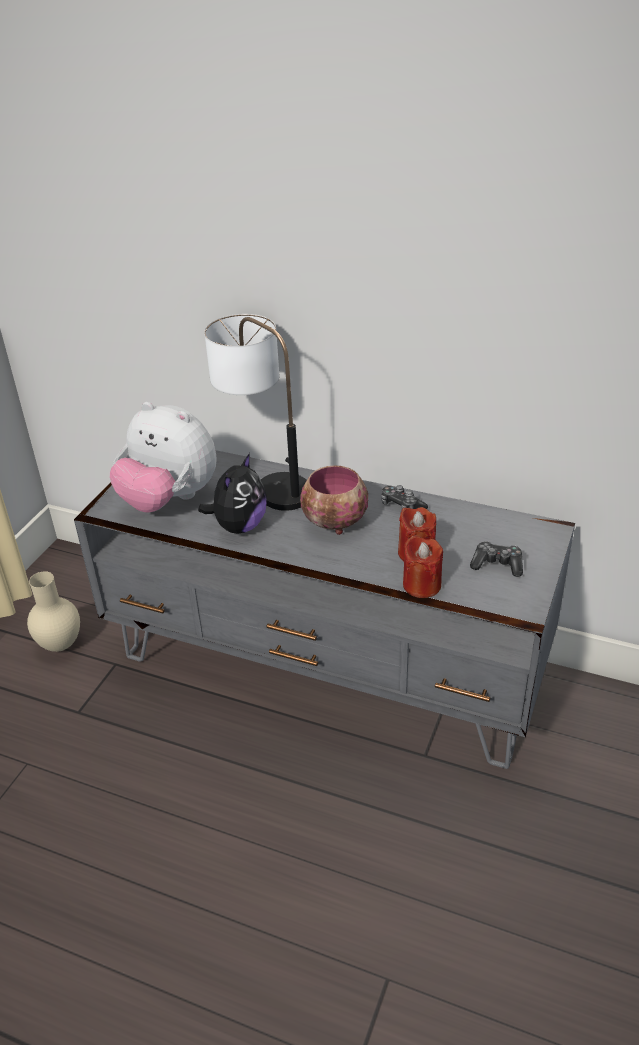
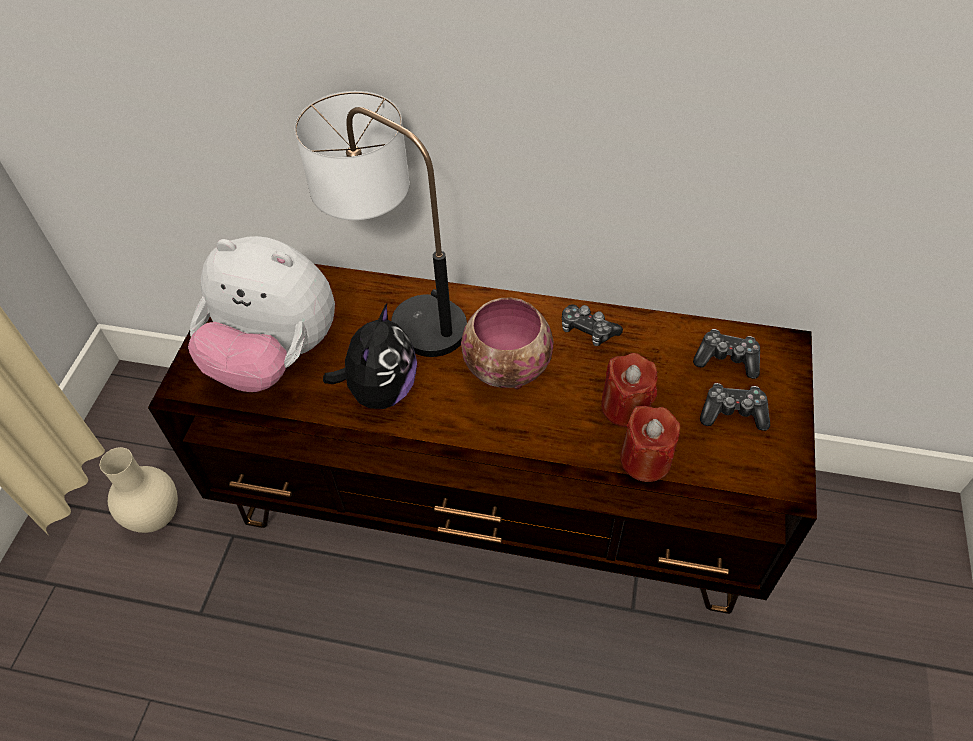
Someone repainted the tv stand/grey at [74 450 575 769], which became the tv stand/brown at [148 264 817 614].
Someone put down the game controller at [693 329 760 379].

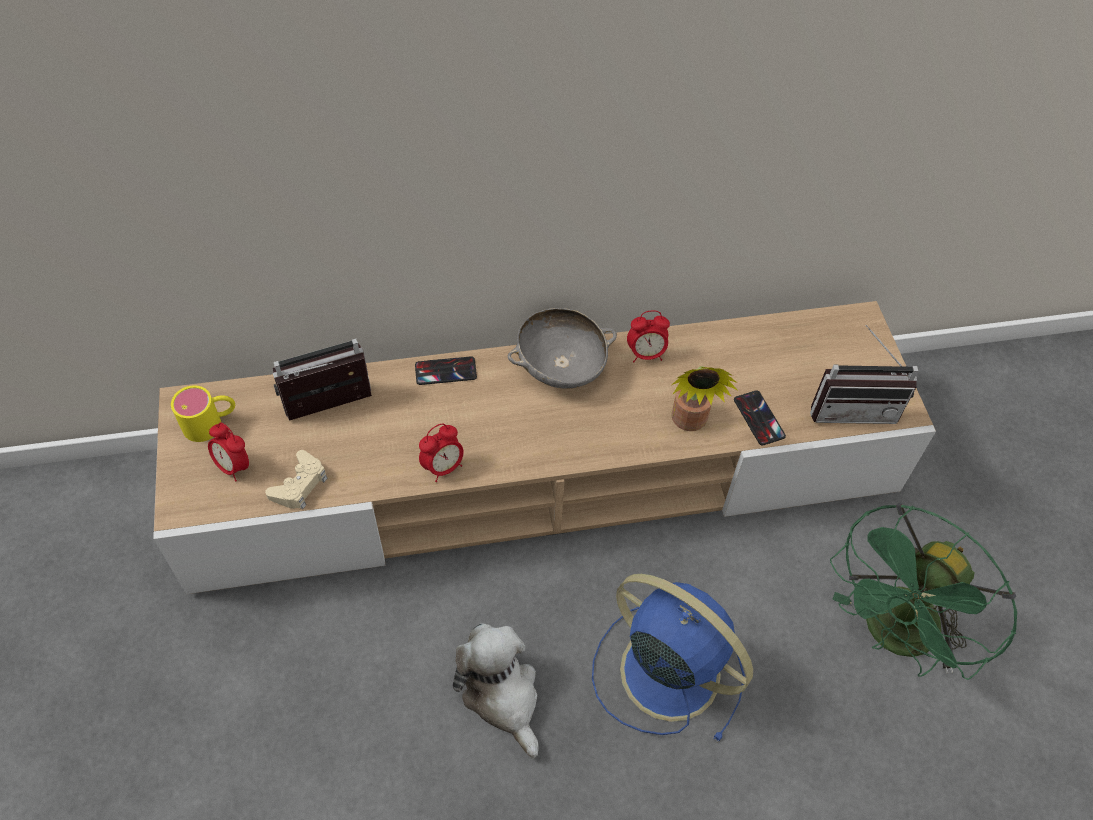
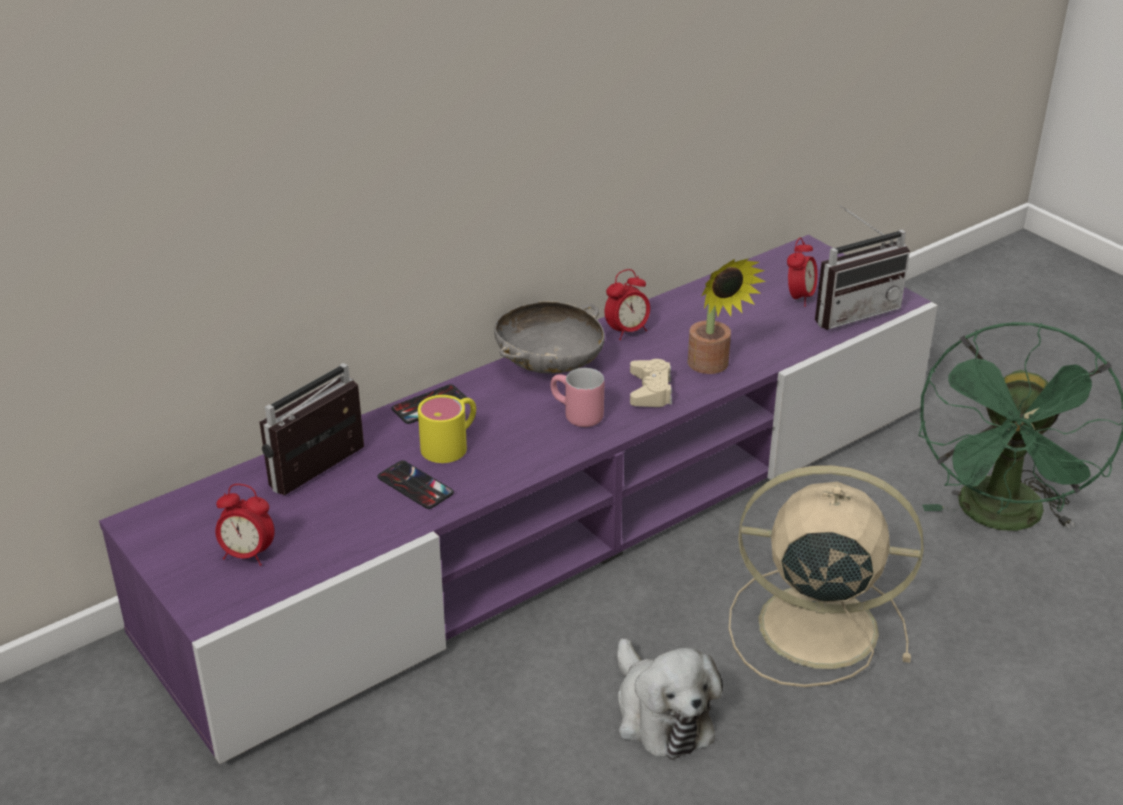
Someone repainted the tv stand/beige at [153 301 936 594], which became the tv stand/purple at [99 235 938 764].
Someone carried the phone from [734 390 786 445] to [377 460 454 509].
Someone carried the mug/yellow from [171 385 235 442] to [418 395 476 463].
Someone put down the mug/pink at [550 368 604 427].
Someone rotated the plush toy at [453 624 539 759] by 150 degrees counterclockwise.
Someone carried the game controller/beige from [265 450 327 509] to [630 359 672 407].
Someone repainted the fan/blue at [592 574 753 743], which became the fan/beige at [729 465 924 687].
Someone carried the alarm clock from [419 424 464 482] to [787 238 818 307].

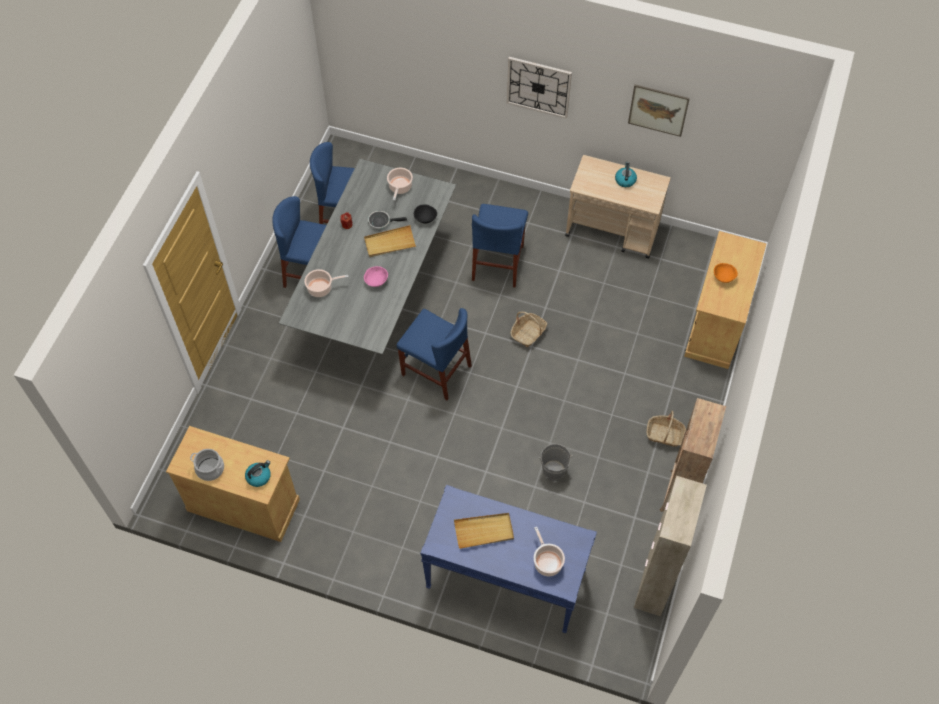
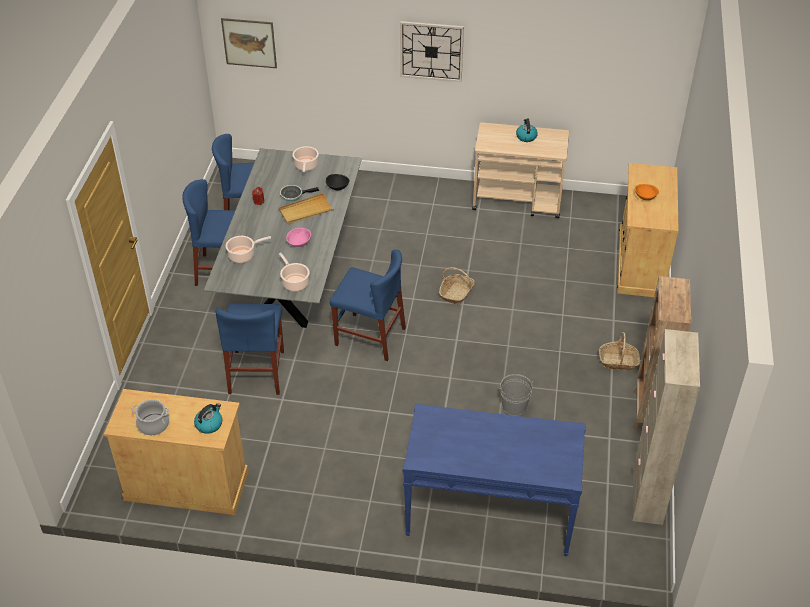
Someone carried the chair/blue from [472 204 528 287] to [216 304 284 395].
Someone carried the picture from [628 84 690 137] to [221 18 277 68].
Someone carried the cooking pot from [534 527 565 576] to [279 253 309 292].
Someone took away the tray/beige at [454 513 514 549].

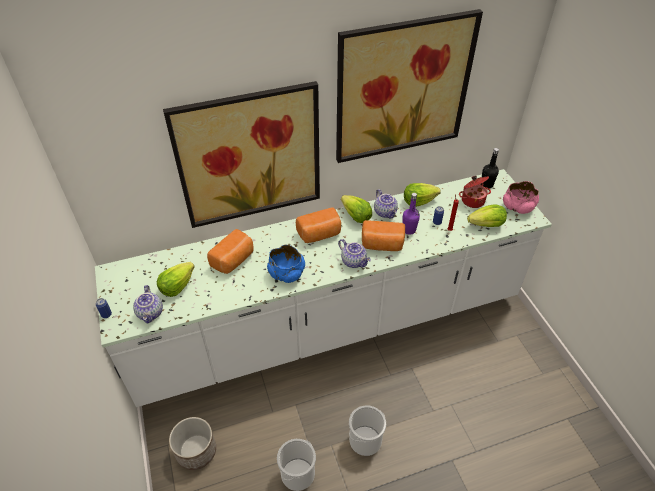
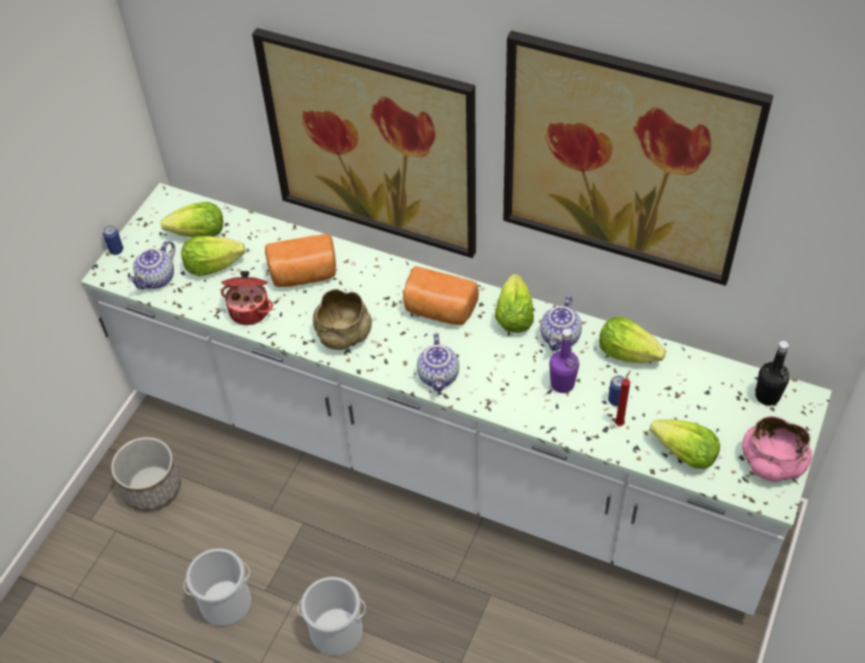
Someone put down the lettuce at [161 202 223 237].
Someone carried the cooking pot from [459 176 491 208] to [221 271 273 325].
Someone repainted the bowl/blue at [267 245 305 283], which became the bowl/beige at [313 289 372 350].
Someone took away the bread at [362 220 405 251].

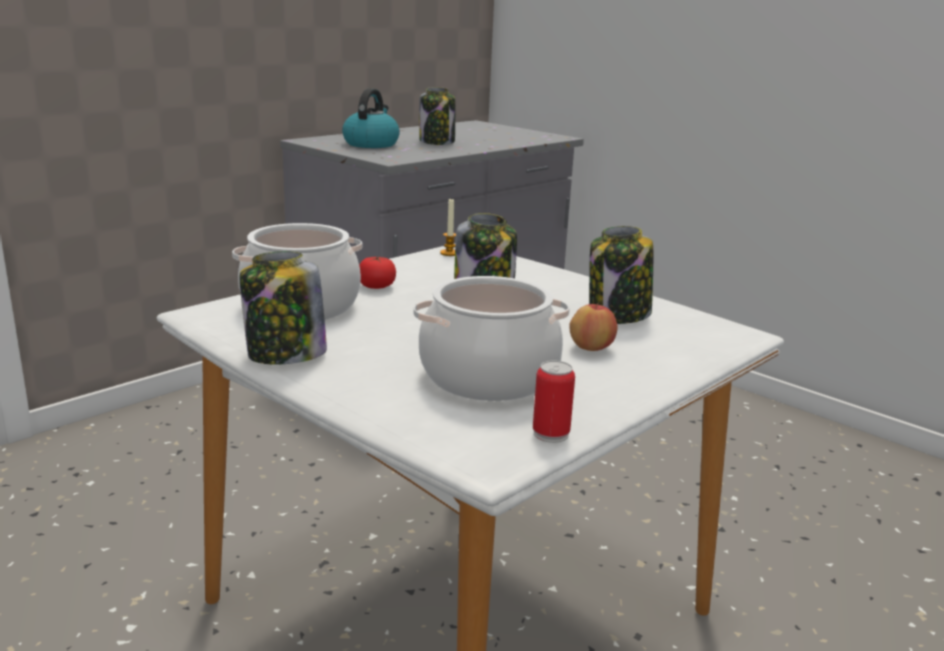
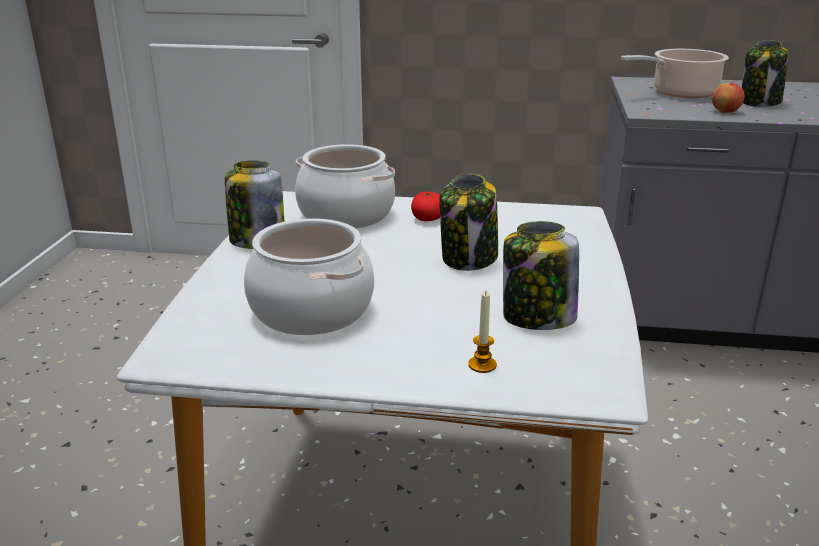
Someone carried the candle from [440 198 456 256] to [468 291 497 373].
Someone swapped the kettle at [342 88 400 148] for the cooking pot at [621 49 729 98].
Someone carried the apple from [569 303 618 351] to [712 82 744 113].
Someone took away the can at [533 361 575 443].

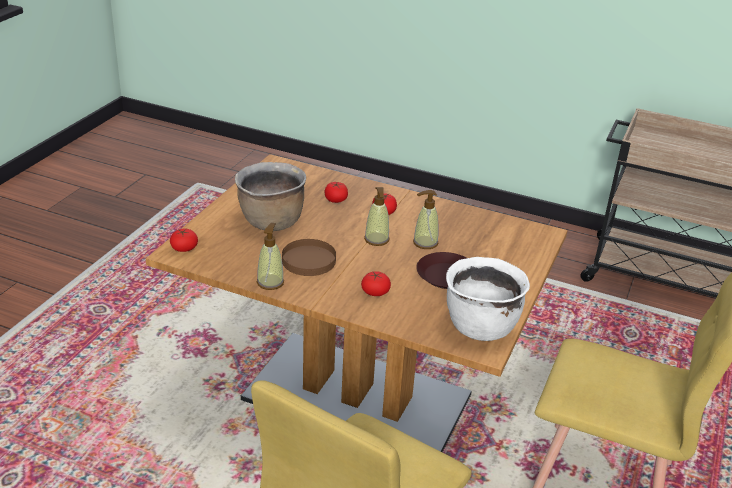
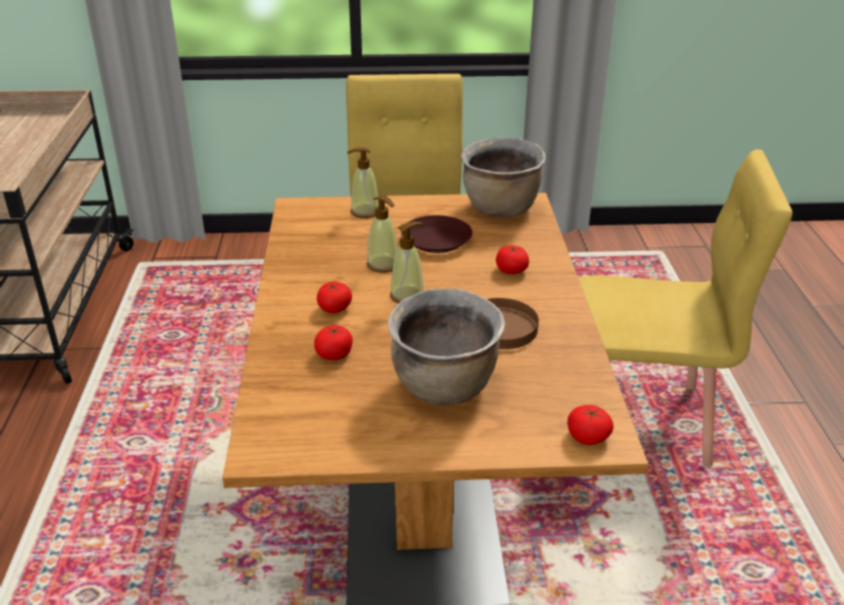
Someone carried the soap dispenser from [257 223 284 290] to [347 147 379 218].
Someone repainted the cooking pot/white at [446 257 530 341], which became the cooking pot/brown at [461 138 546 217].

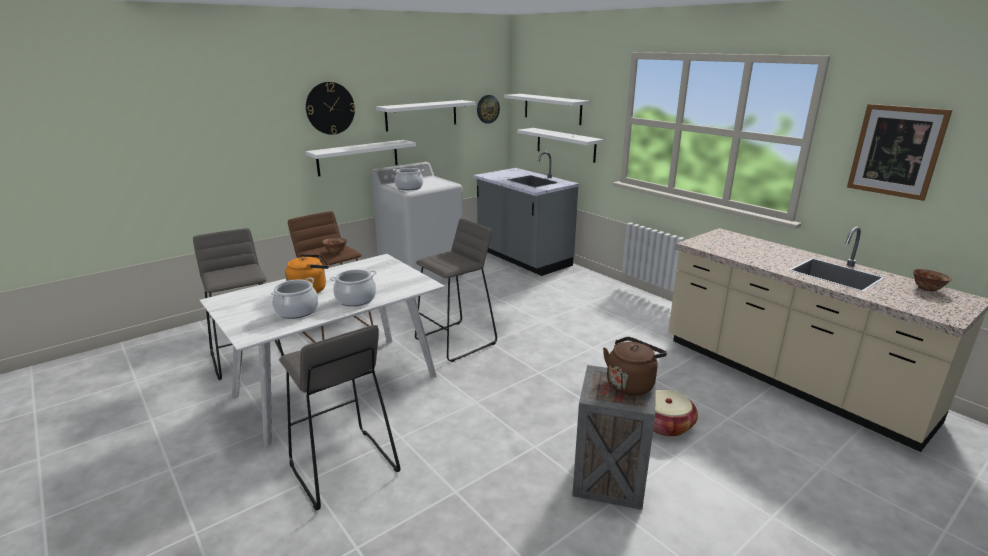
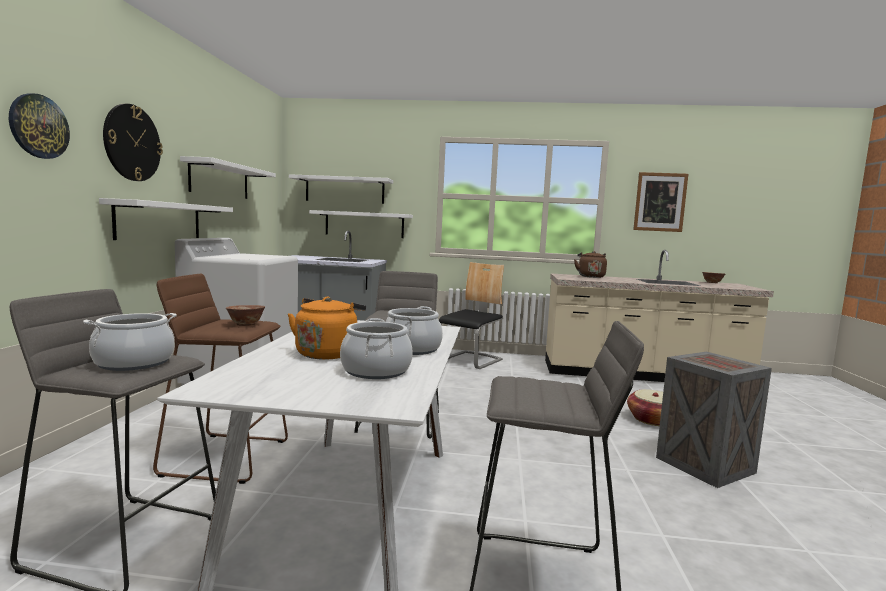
Someone carried the wall clock from [477 95 500 124] to [9 93 70 159].
Someone carried the cooking pot from [393 168 424 190] to [83 313 177 371].
Someone put down the chair at [439 262 504 369].
Someone carried the kettle/brown from [603 337 667 395] to [574 251 607 278].

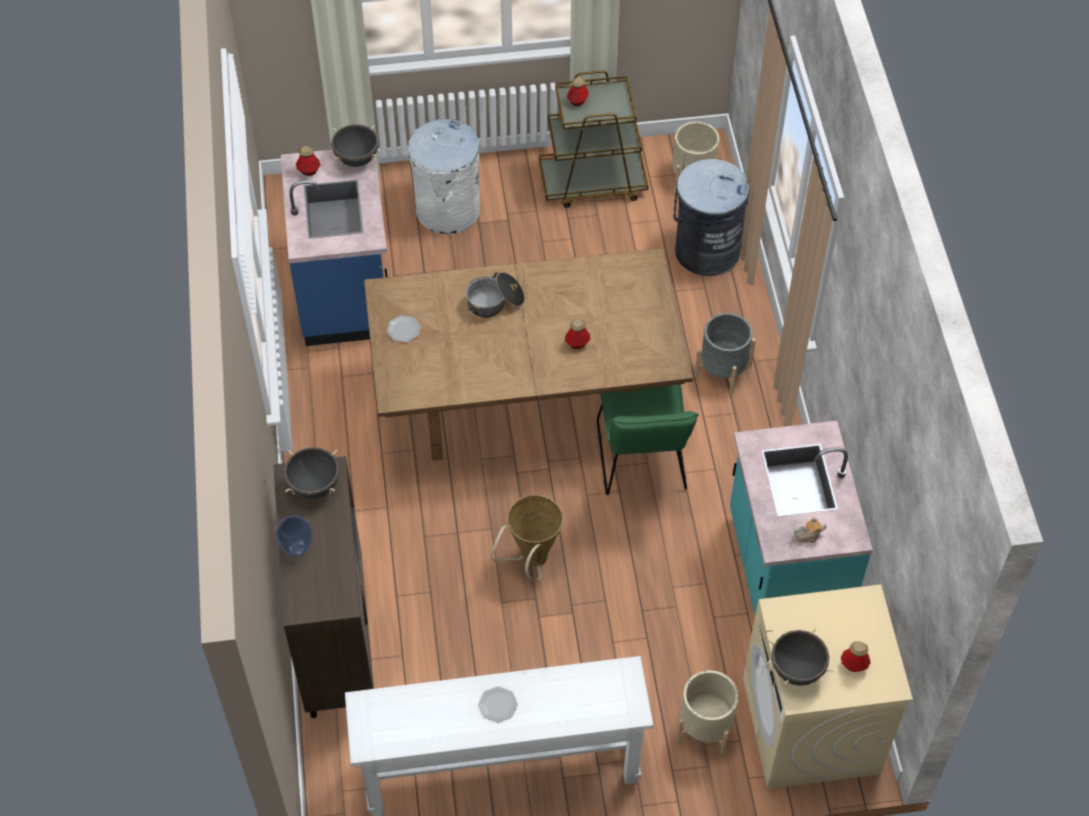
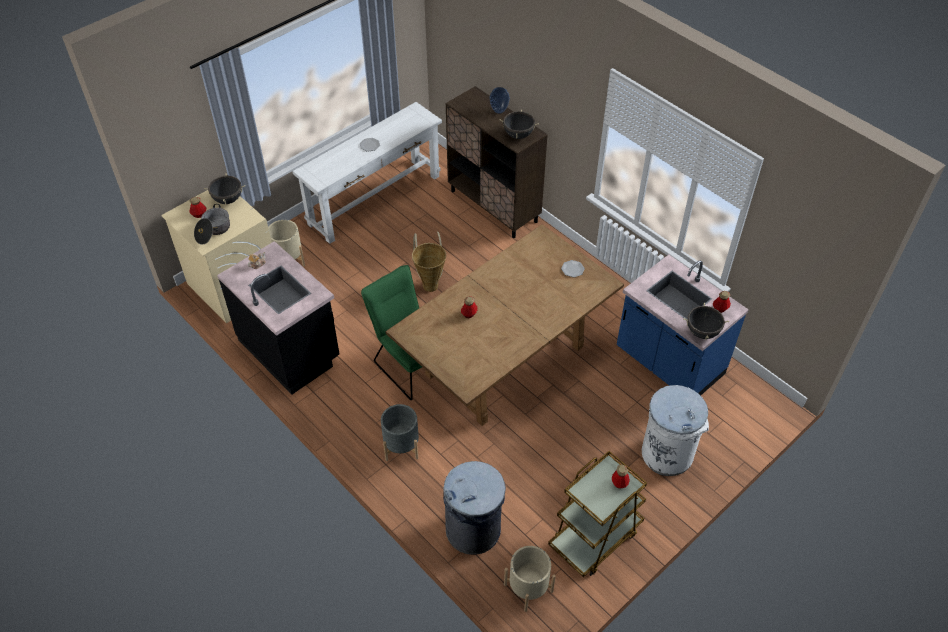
Someone carried the cooking pot from [466 272 525 318] to [194 204 230 245].
Someone repainted the counter/turquoise at [730 421 873 615], which became the counter/black at [217 241 339 394].

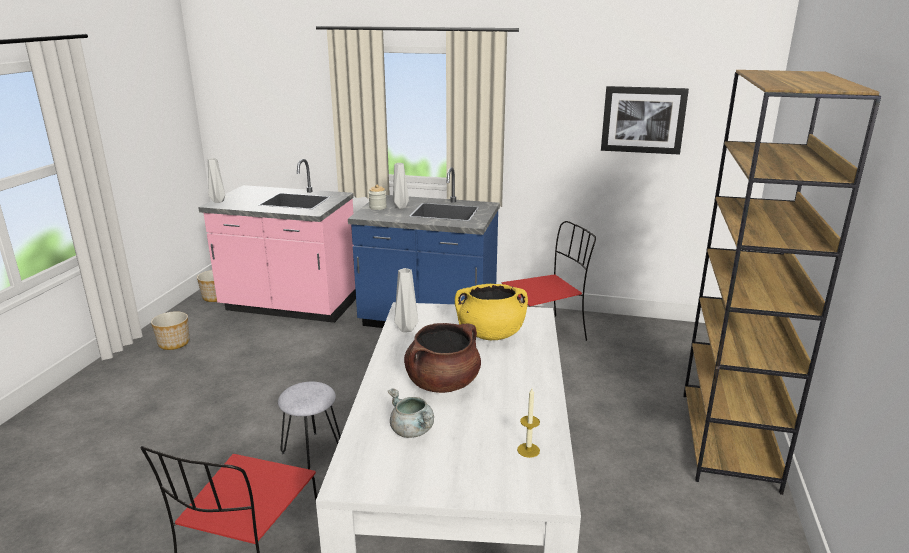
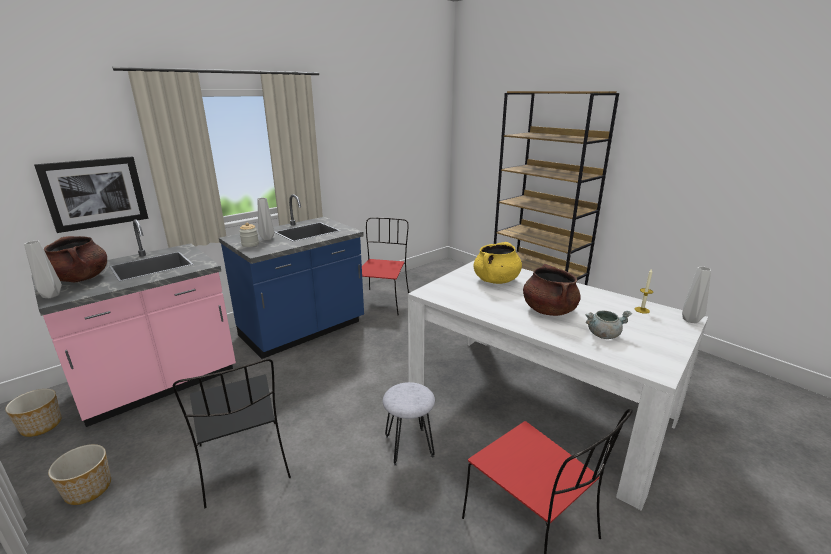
Someone carried the picture from [601 86 689 155] to [34 156 148 233].
Someone put down the cooking pot/brown at [44 236 107 283].
Someone put down the chair/black at [173 359 291 508].
Someone carried the vase/grey from [395 268 418 332] to [682 266 711 323].

